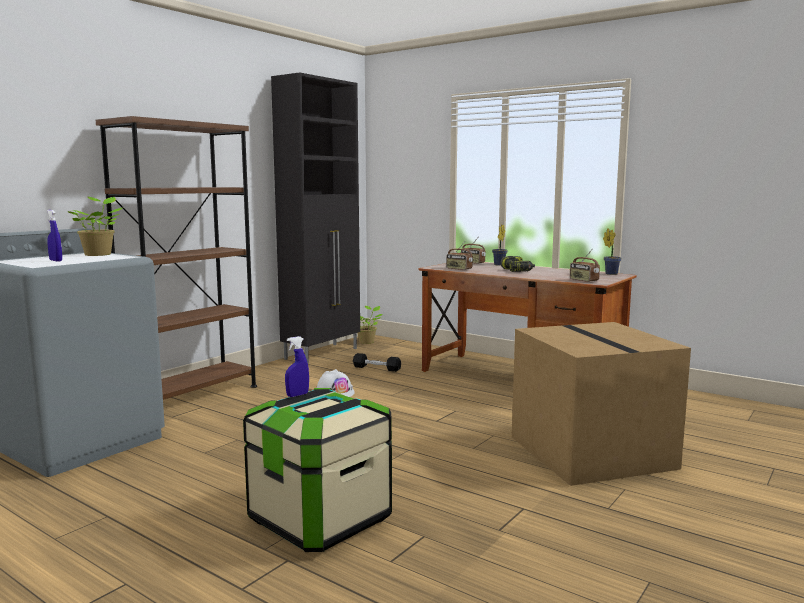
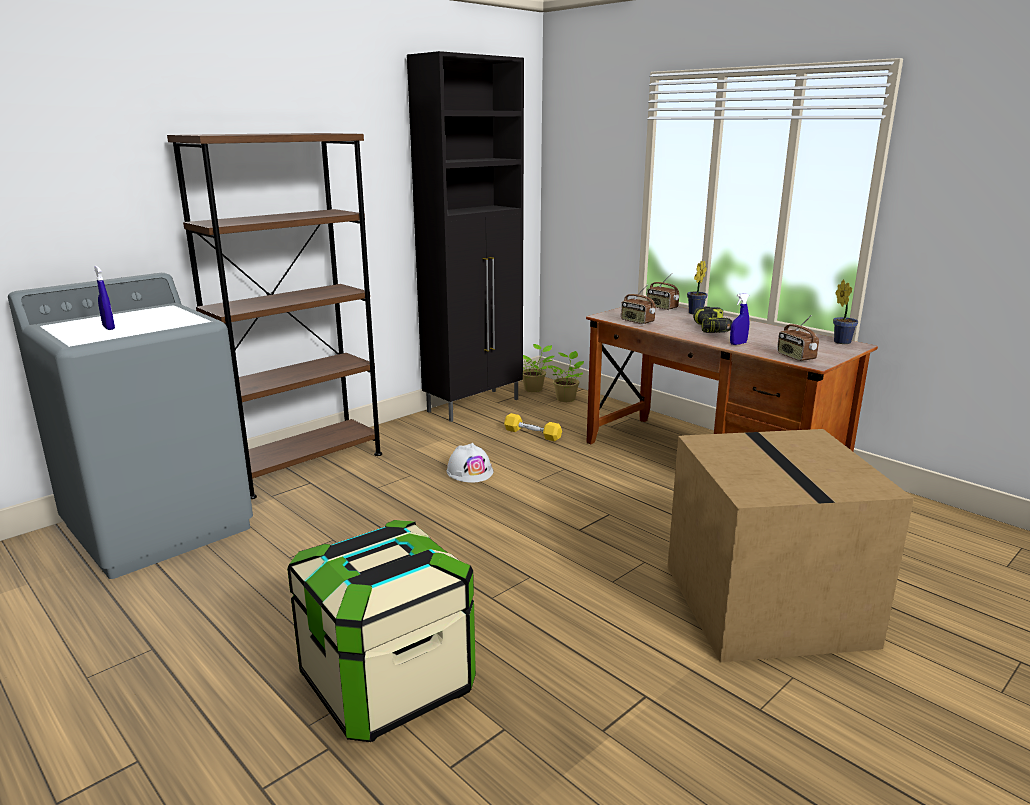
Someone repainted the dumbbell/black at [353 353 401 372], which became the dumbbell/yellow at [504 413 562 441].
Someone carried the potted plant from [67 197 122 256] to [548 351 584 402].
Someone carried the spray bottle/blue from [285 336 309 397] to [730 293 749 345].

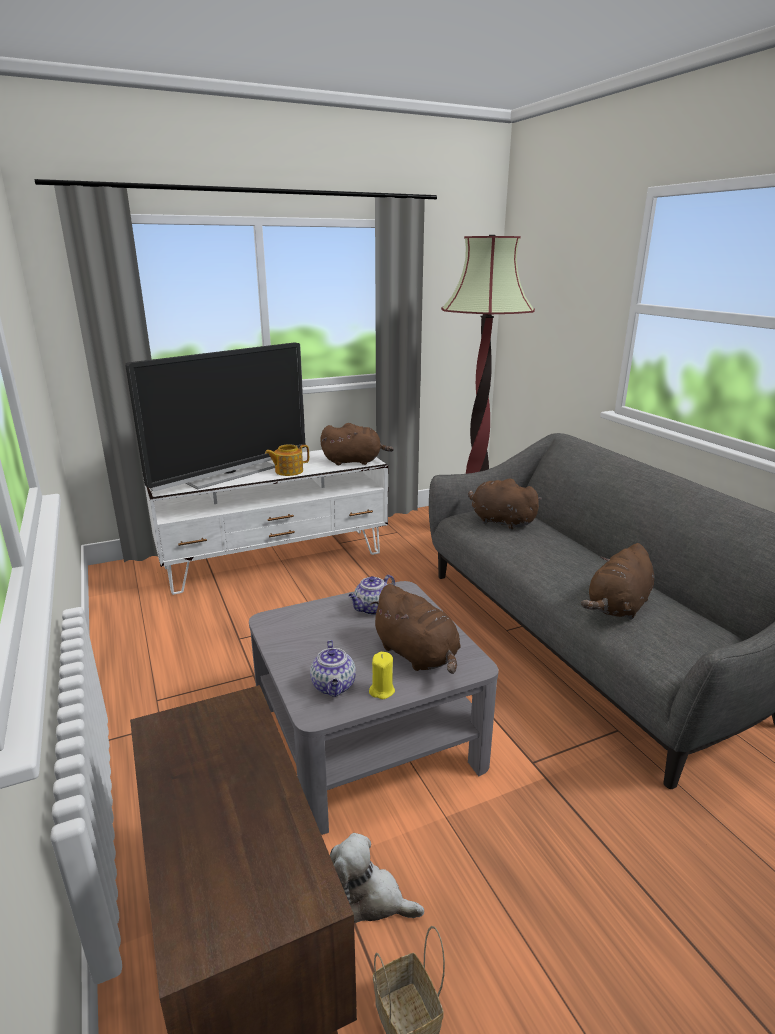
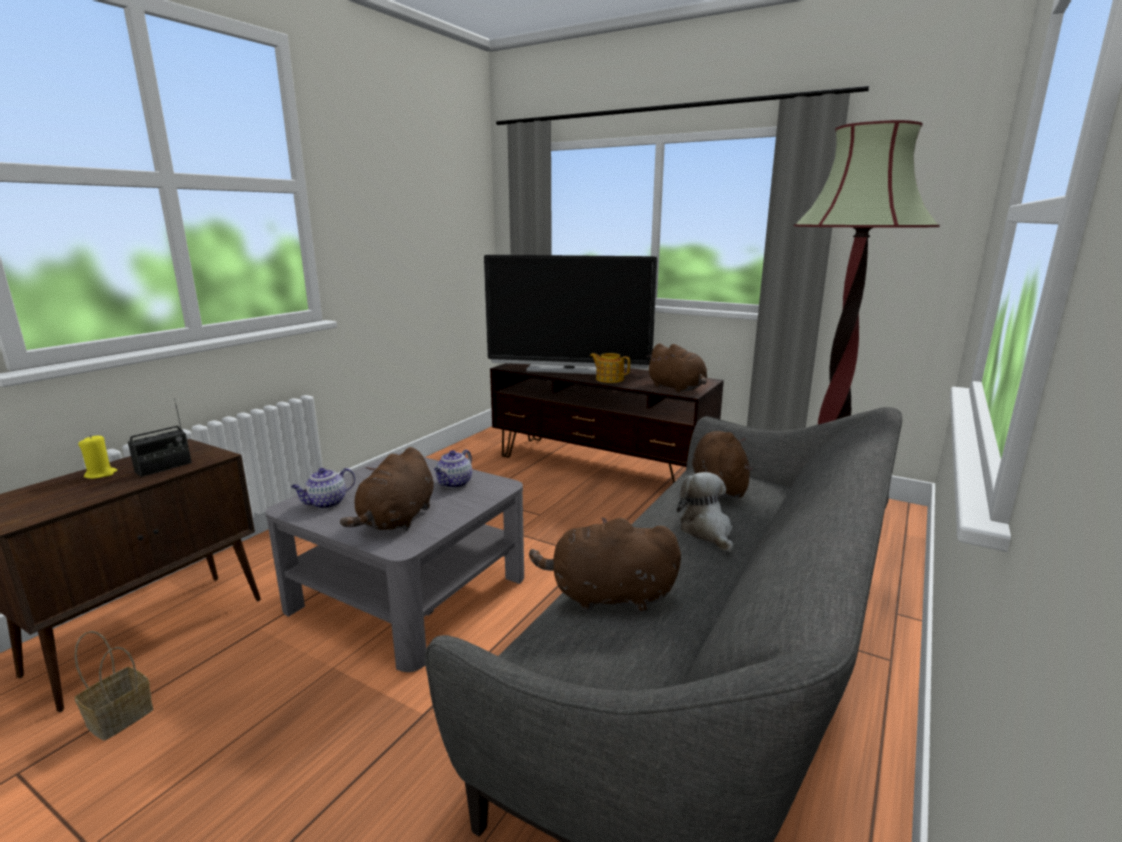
Someone carried the candle/yellow from [369 652 395 699] to [78 435 117 479].
Someone put down the radio at [128 398 192 477].
Someone rotated the teapot at [348 575 395 615] by 75 degrees counterclockwise.
Someone repainted the tv stand/white at [143 450 388 595], which became the tv stand/brown at [490 363 724 483].
Someone carried the plush toy from [330 833 424 923] to [677 472 734 552].

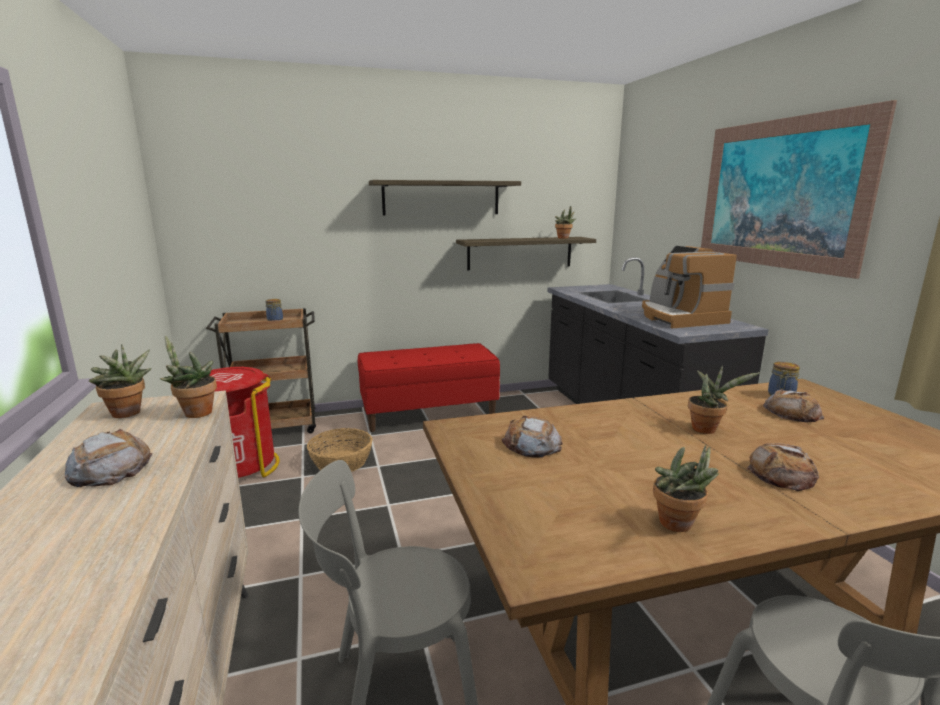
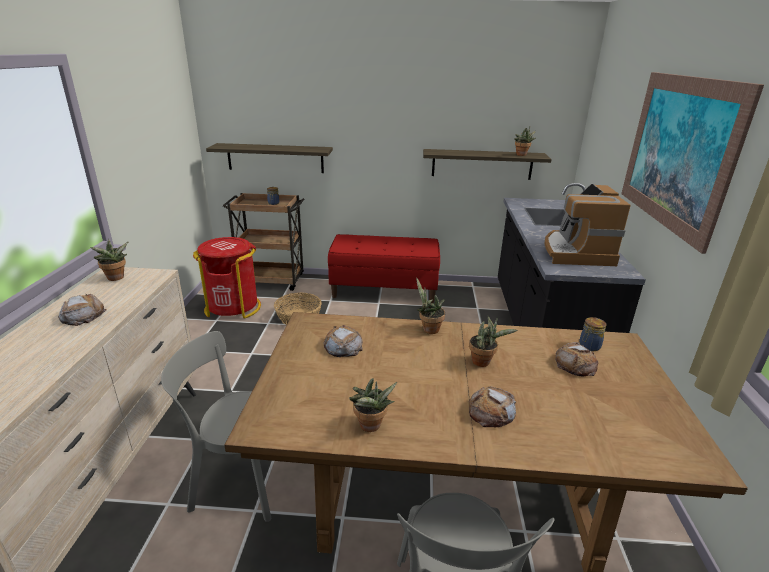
Someone carried the shelf from [369 180 521 215] to [206 143 333 173].
Someone carried the potted plant from [160 335 217 418] to [416 277 445 334].

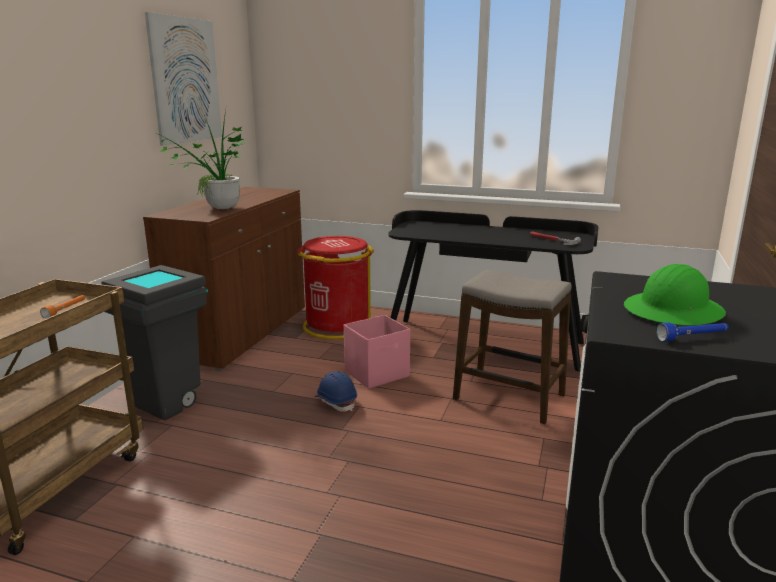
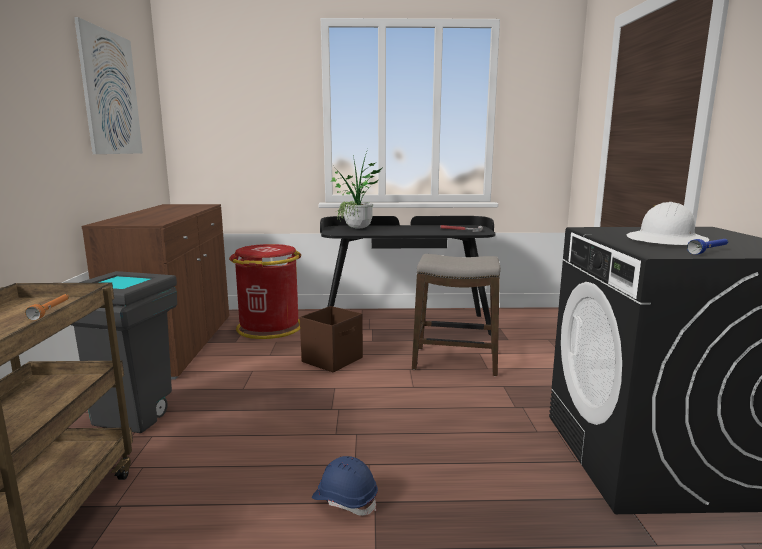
Someone repainted the storage box/pink at [344 315 410 389], which became the storage box/brown at [300 306 363 372].
Someone carried the hard hat/blue from [314 371 357 412] to [312 456 378 516].
Someone carried the potted plant from [160 110 248 209] to [331 149 383 229].
Someone repainted the hard hat/green at [624 264 726 325], which became the hard hat/white at [627 202 709 245].

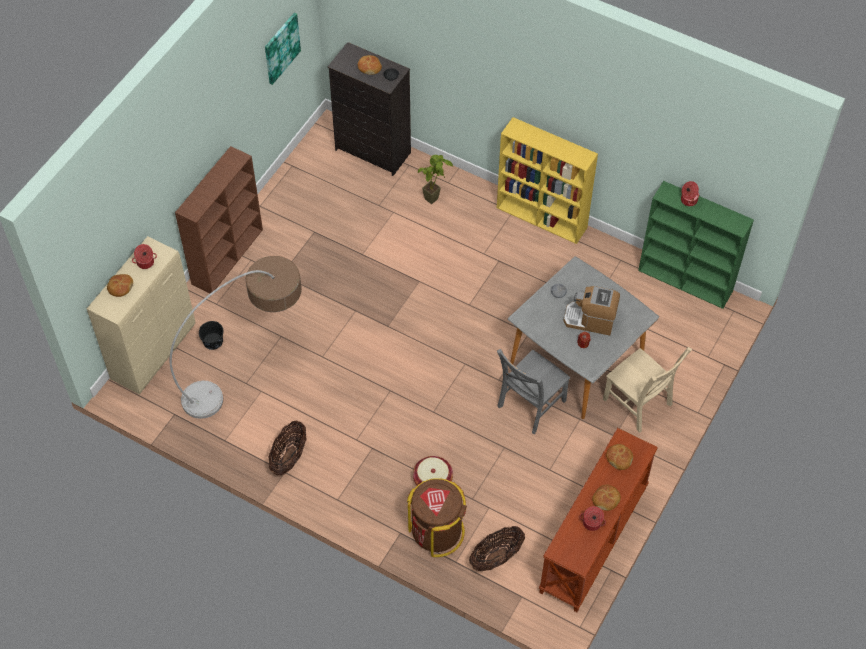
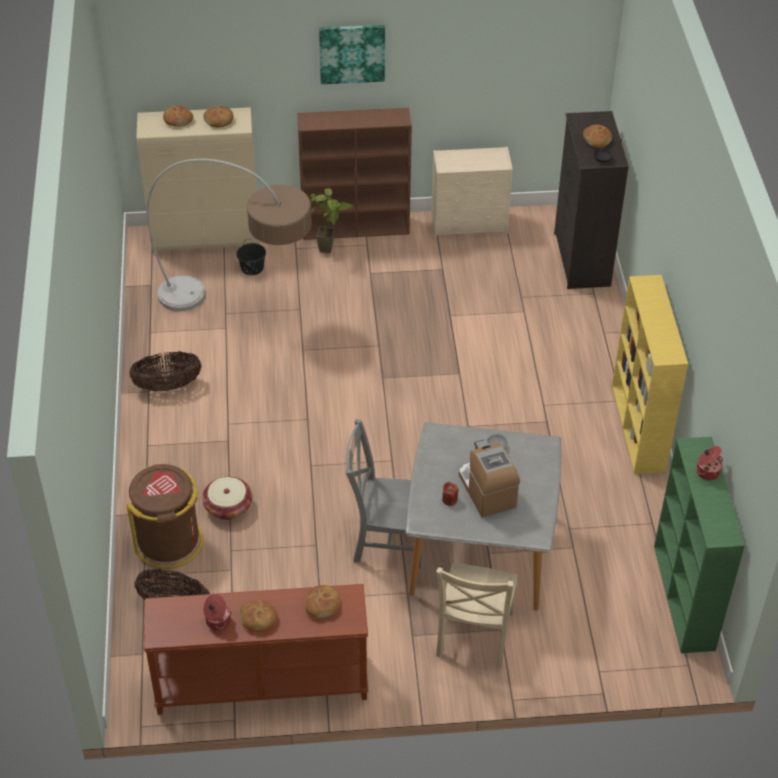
Someone swapped the cooking pot at [132 244 157 269] for the bread at [203 106 234 127].
Someone carried the potted plant from [418 155 453 204] to [310 188 354 253].
Someone carried the picture from [265 12 301 85] to [319 25 385 84].
Someone put down the dresser/beige at [431 147 513 238].

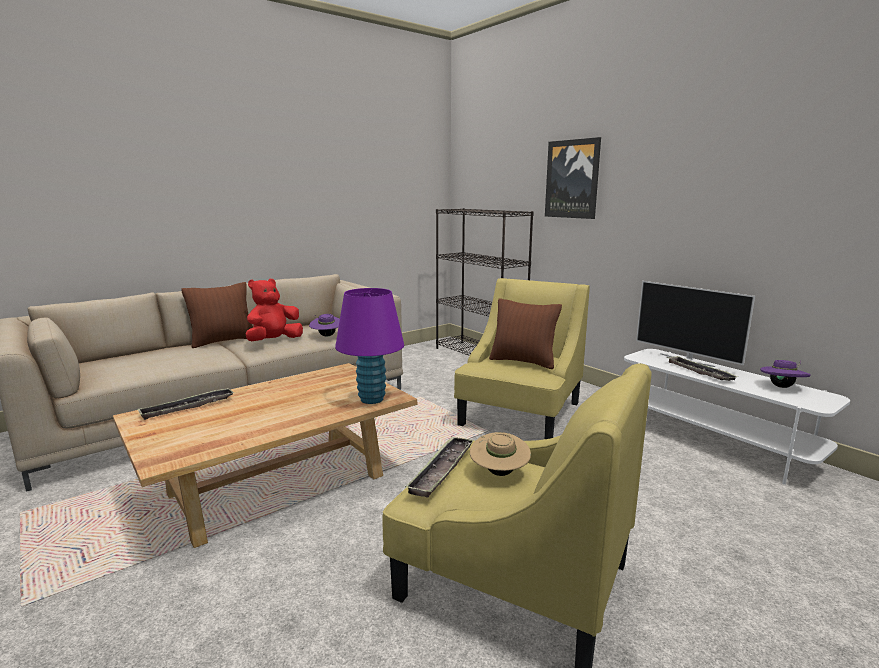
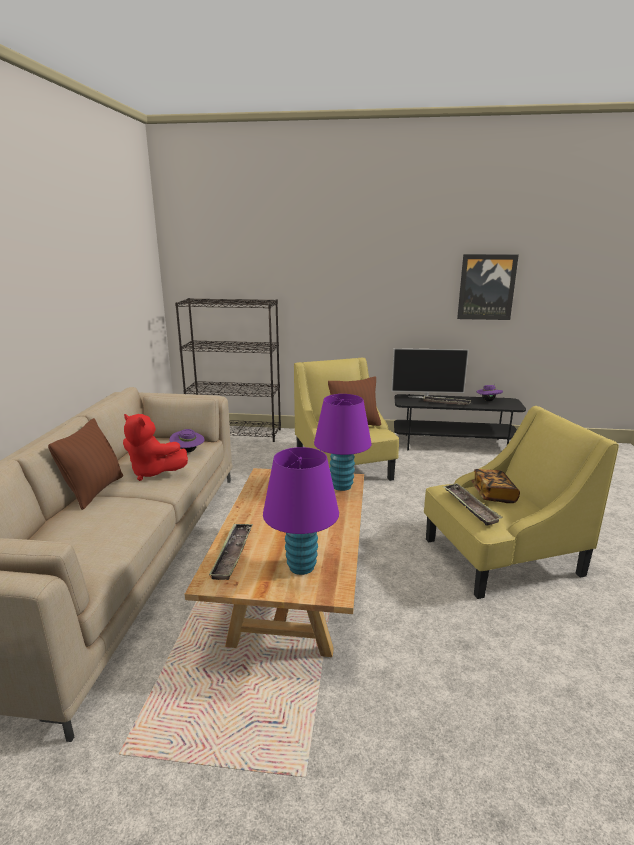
Someone rotated the plush toy/red at [246 279 303 341] by 60 degrees counterclockwise.
Someone put down the table lamp/purple at [263 447 339 575].
Someone repainted the tv stand/white at [624 349 850 485], which became the tv stand/black at [394 394 526 450].
Someone carried the picture from [545 137 601 219] to [457 254 519 320].
Someone swapped the hat/beige at [470 432 531 476] for the book at [472 469 520 503].

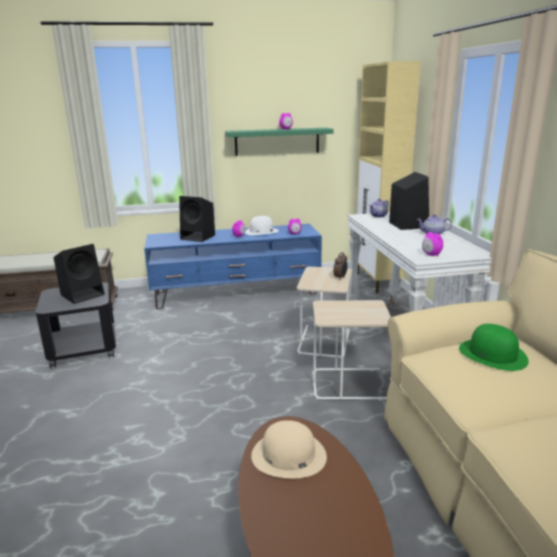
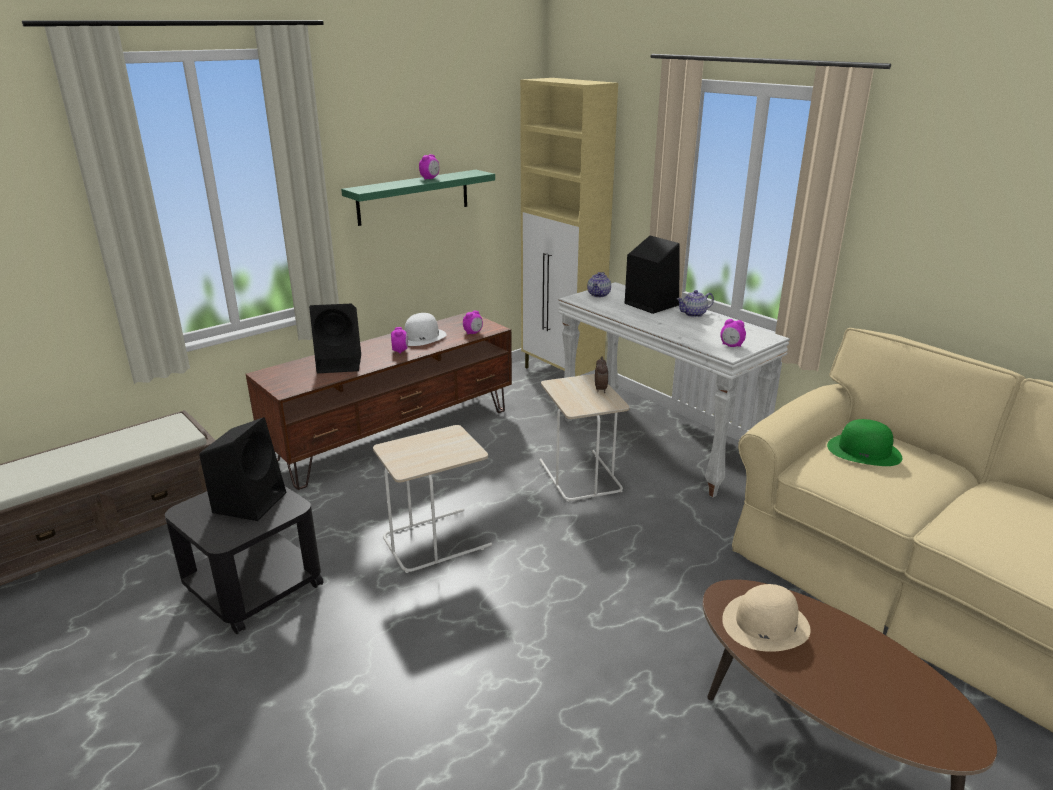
Someone repainted the tv stand/blue at [144 224 322 309], which became the tv stand/brown at [246 312 512 490].
Someone carried the side table/beige from [312 300 391 401] to [373 425 492 573].

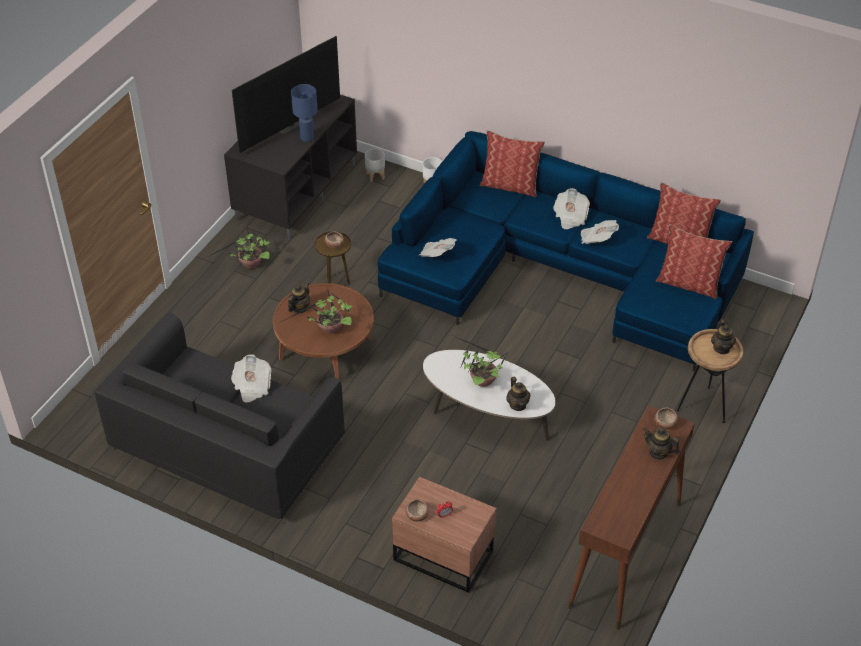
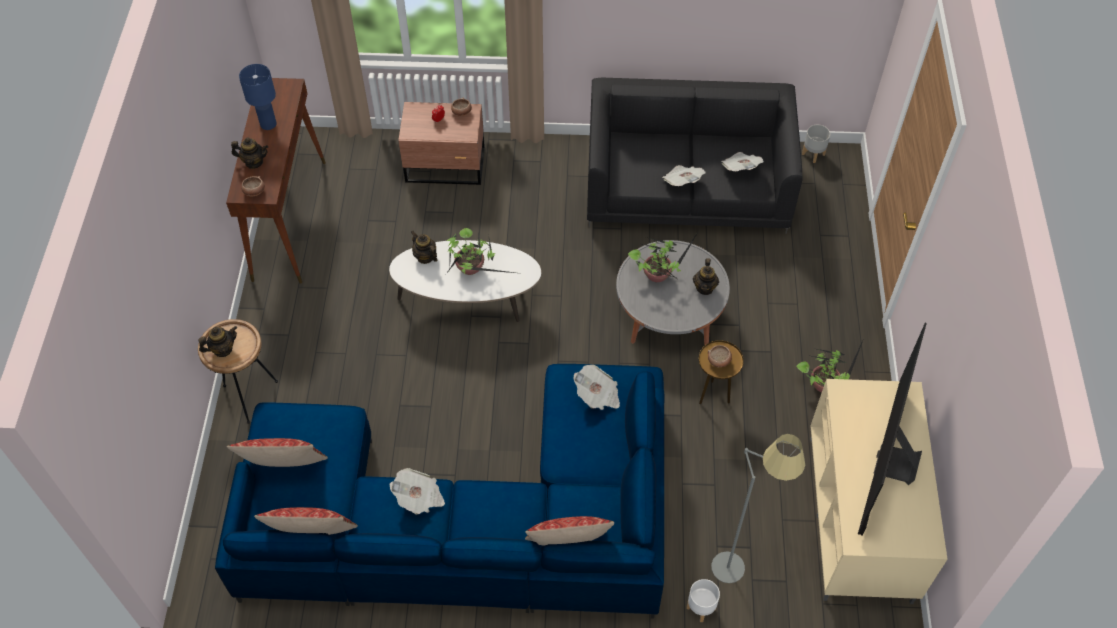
Someone rotated the teapot at [711 319 736 354] by 90 degrees clockwise.
Someone carried the table lamp/blue from [291 84 318 142] to [239 64 277 130].
Someone repainted the coffee table/brown at [273 283 374 380], which became the coffee table/grey at [616 240 730 345].
Someone put down the floor lamp/grey at [711 434 805 583].
Someone carried the newspaper from [553 188 590 229] to [721 152 764 171].
Someone carried the planter/grey from [365 149 385 182] to [802 125 830 163].
Someone repainted the tv stand/black at [224 95 357 240], which became the tv stand/beige at [810 379 947 604].

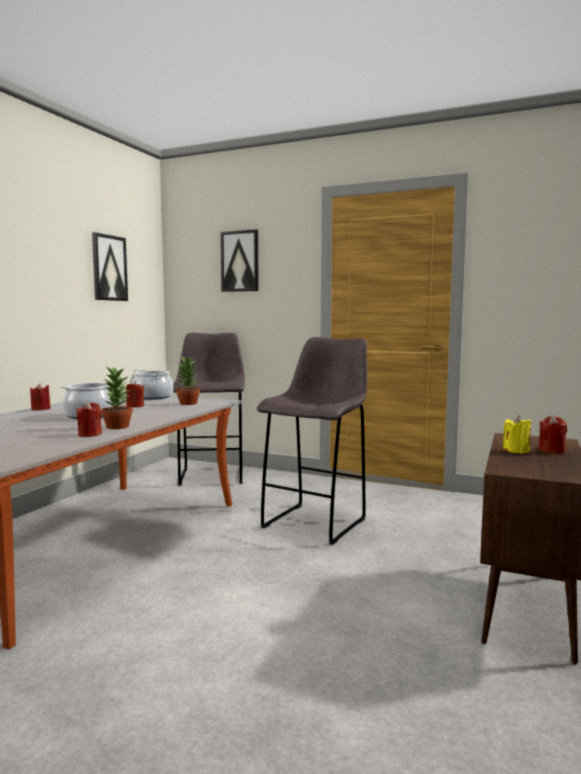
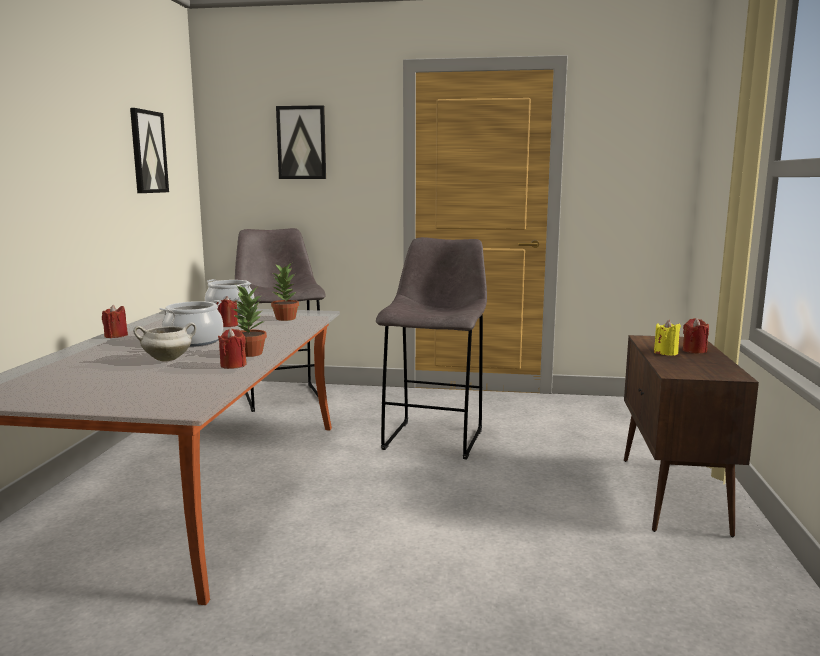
Someone put down the cooking pot/white at [133 322 196 361].

